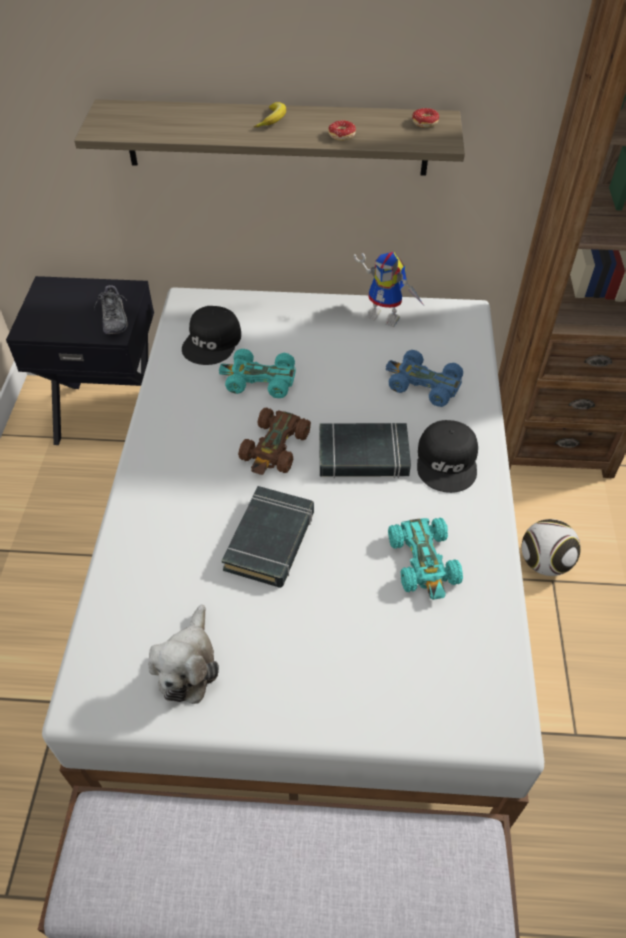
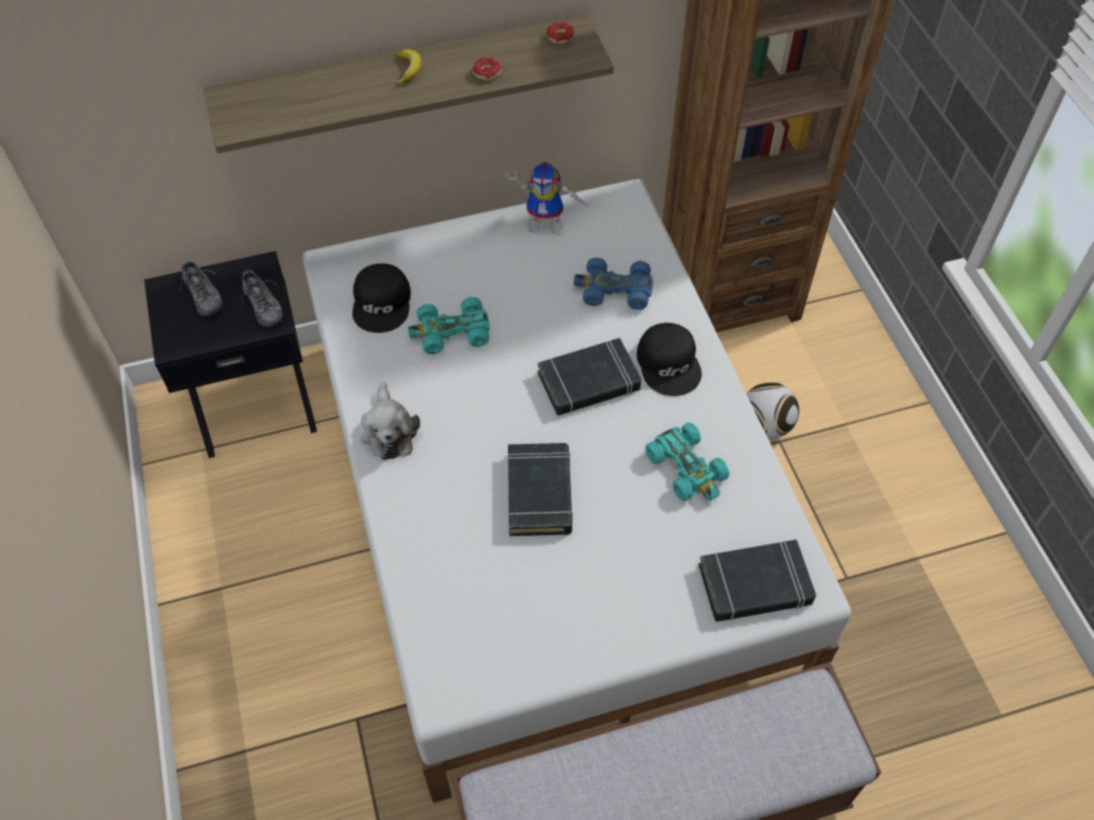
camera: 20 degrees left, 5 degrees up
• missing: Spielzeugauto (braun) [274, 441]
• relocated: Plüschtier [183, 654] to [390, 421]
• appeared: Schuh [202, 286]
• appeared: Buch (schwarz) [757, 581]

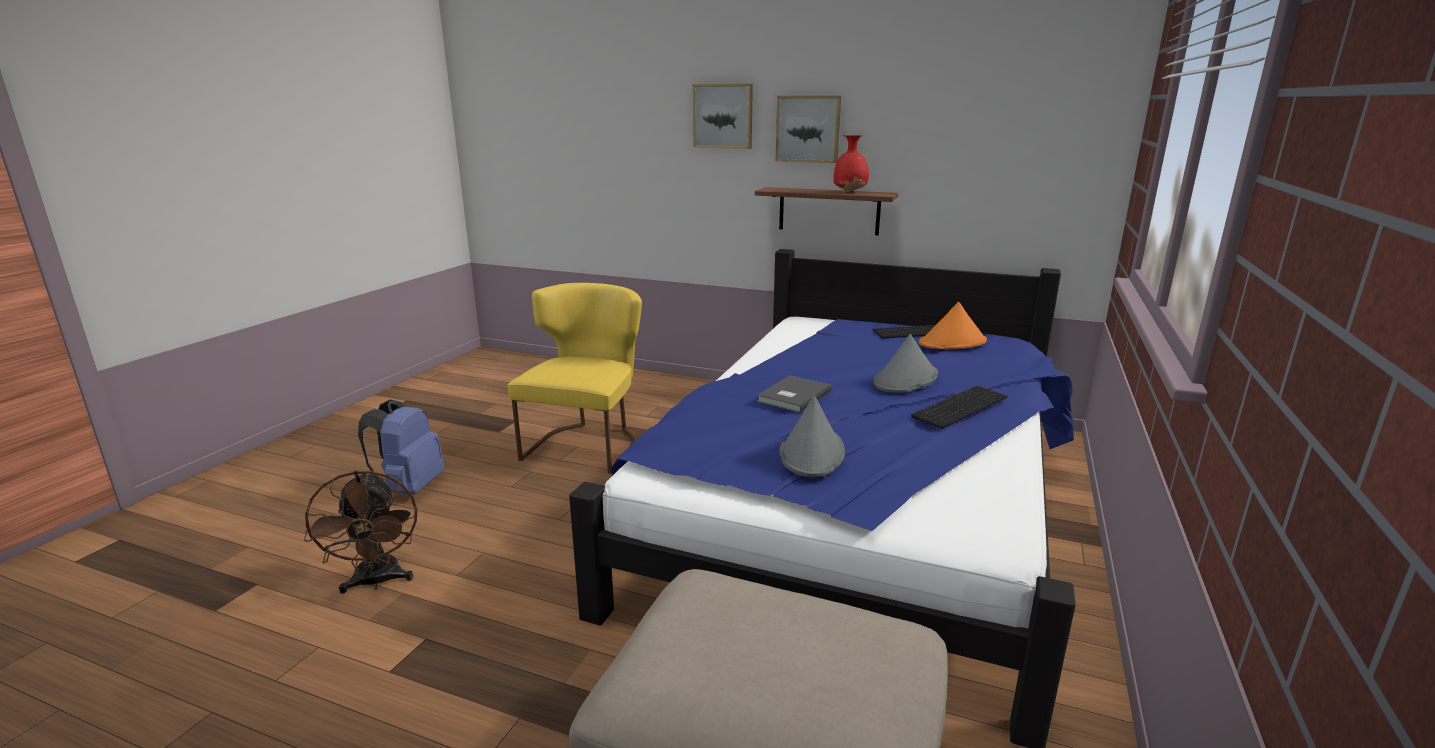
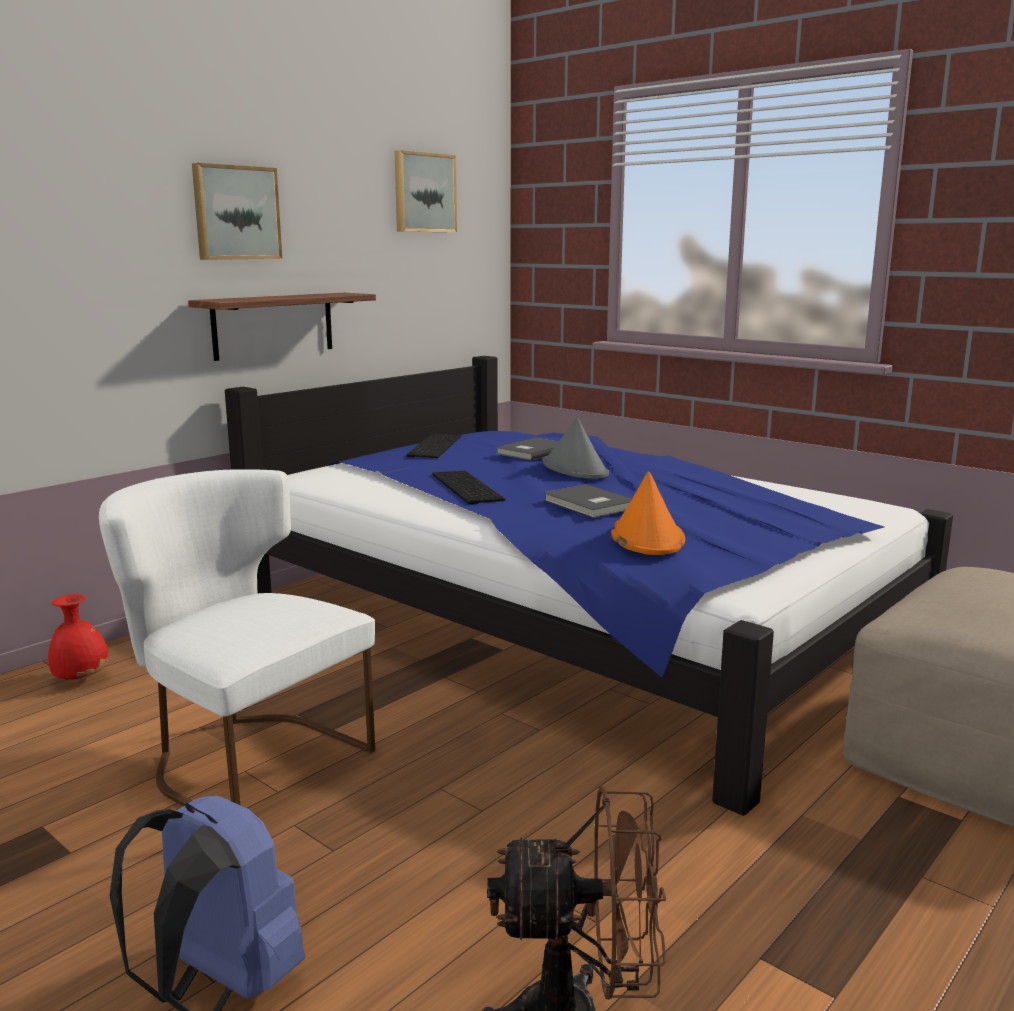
camera: 70 degrees left, 5 degrees down
• relocated: Bild [723, 116] to [425, 191]
• relocated: Vase (rot) [851, 164] to [78, 638]
• colour: Stuhl (gelb) [574, 378] to Stuhl (weiß) [237, 637]
• relocated: Hut (orange) [953, 325] to [648, 513]
• relocated: Tastatur [959, 407] to [468, 487]
• missing: Hut (grau) [812, 436]
• appeared: Buch (grau) [527, 449]

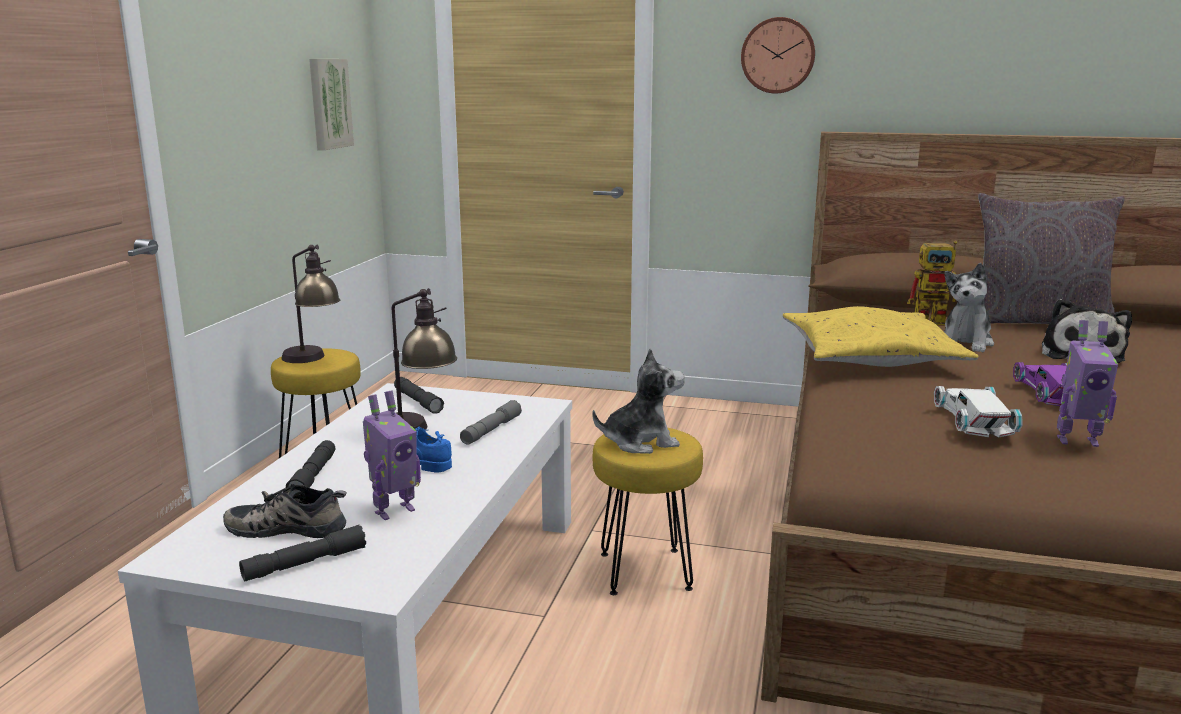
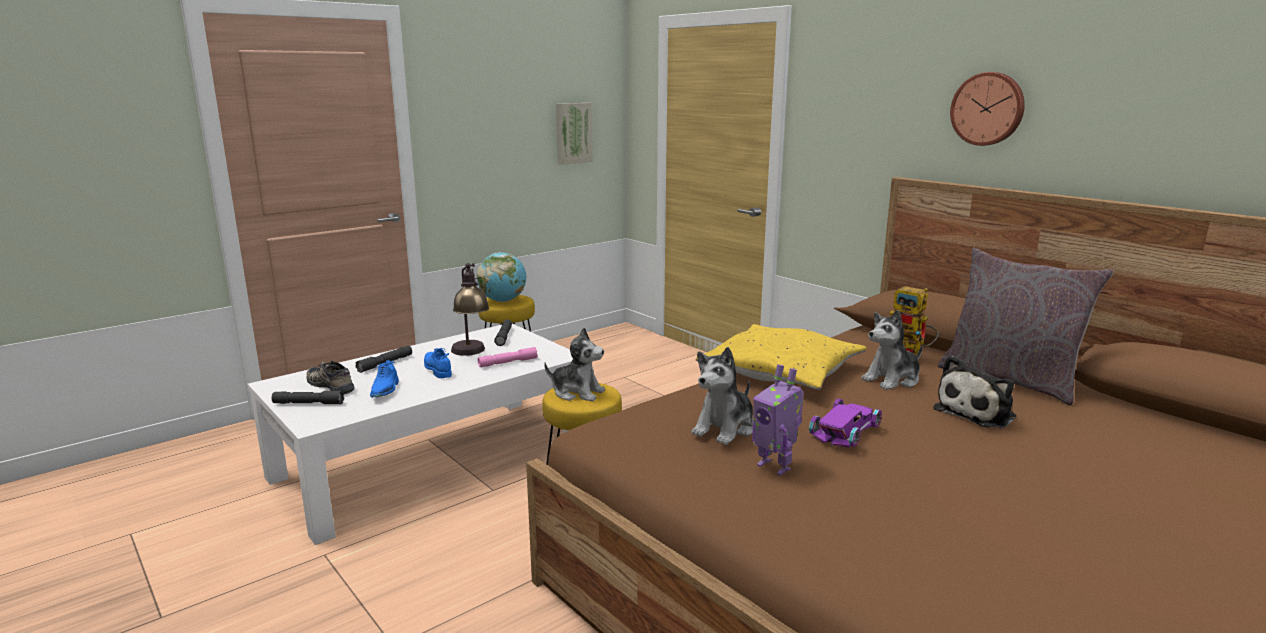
camera: 35 degrees right, 0 degrees up
• relocated: Wanduhr [778, 55] to [987, 109]
• exchanged: Tischlampe [310, 304] to Globus [501, 277]
• exchanged: Spielzeugauto (weiß) [978, 411] to Plüschtier [722, 396]
• exchanged: Spielzeugroboter [392, 455] to Schuh (blau) [384, 379]
• colour: Taschenlampe (grau) [491, 422] to Taschenlampe (rosa) [508, 357]

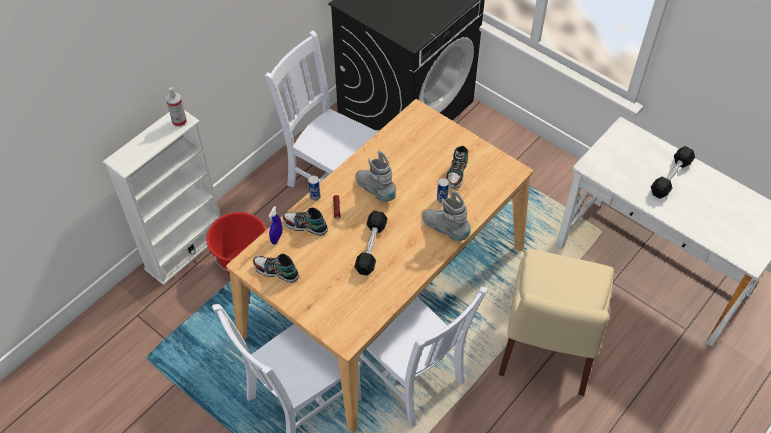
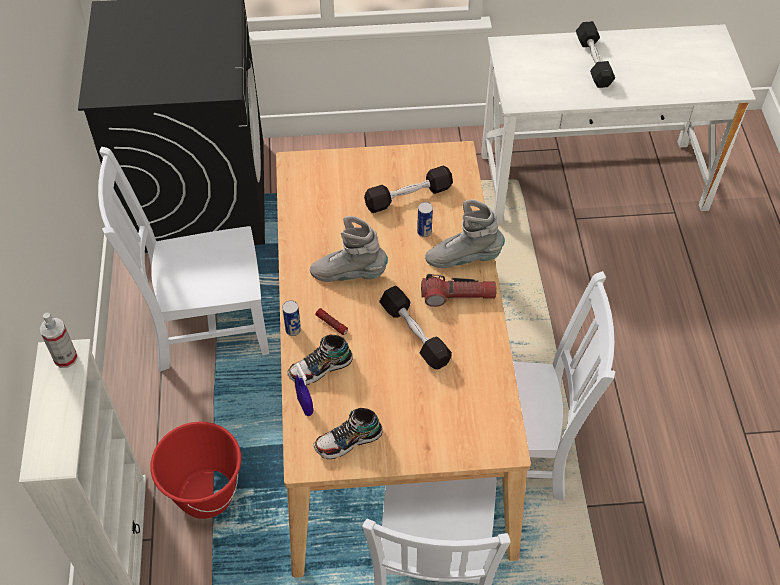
camera: 45 degrees left, 0 degrees up
• exchanged: Schuh [457, 167] to Hantel (schwarz) [408, 189]
• missing: Stuhl (beige) [556, 322]
• appeared: Taschenlampe [458, 290]

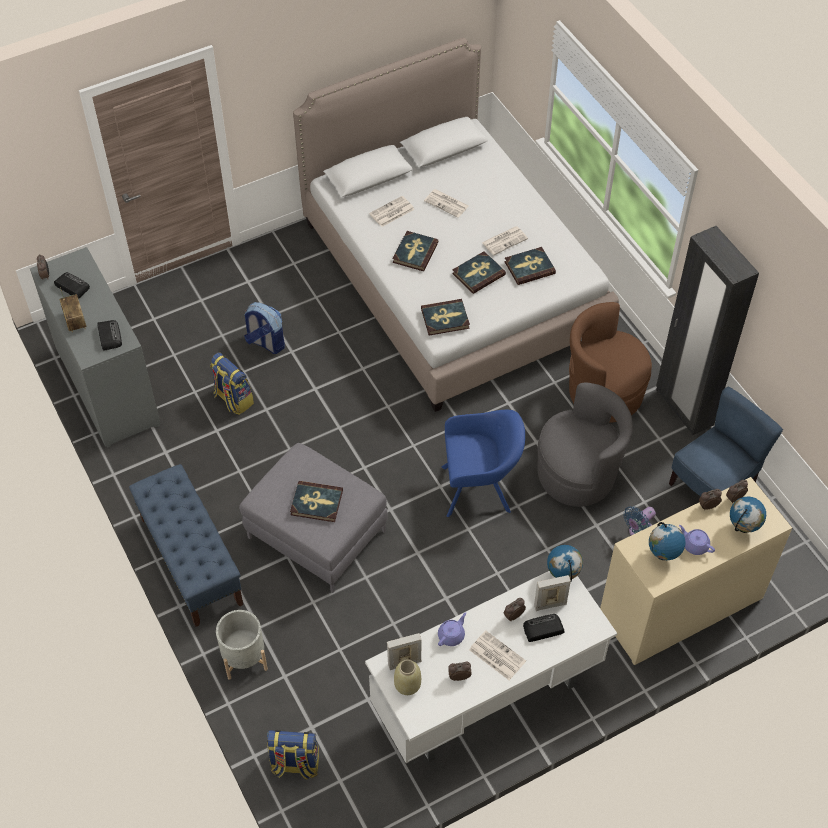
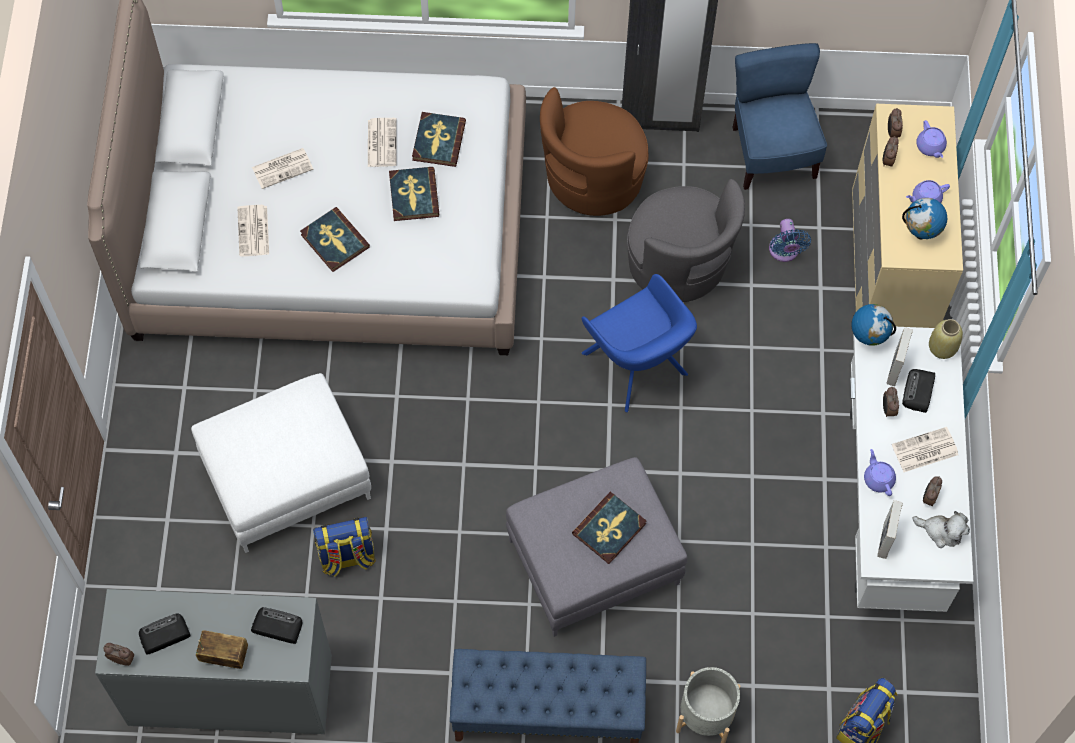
camera: 60 degrees left, 10 degrees up
• missing: Buch [445, 317]
• exchanged: Rucksack [264, 328] to Polsterhocker (weiß) [281, 463]
• spun: Sessel (grau) [585, 444] = [686, 240] 120 degrees clockwise
• spun: Sessel (blau) [483, 463] = [639, 343] 120 degrees clockwise
• exchanged: Globus [748, 515] to Teekanne (lila) [931, 139]
• relocated: Vase (beige) [407, 677] to [946, 339]
• appeared: Plüschtier [941, 529]

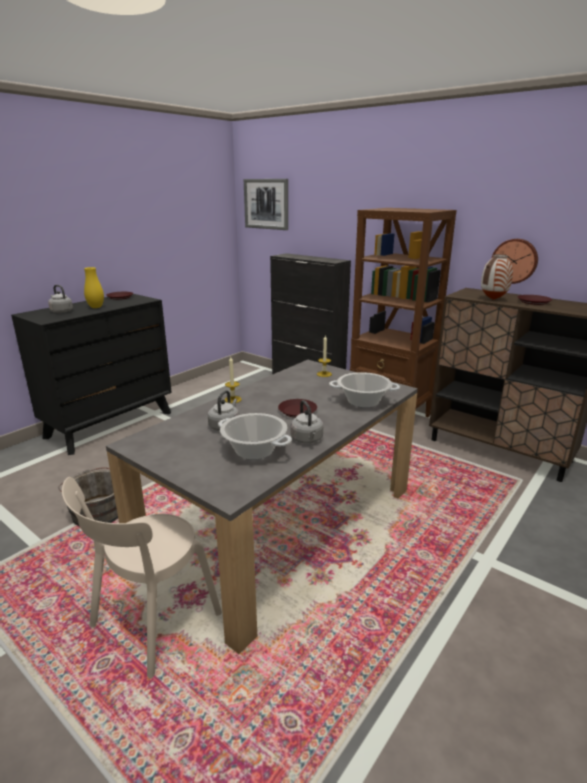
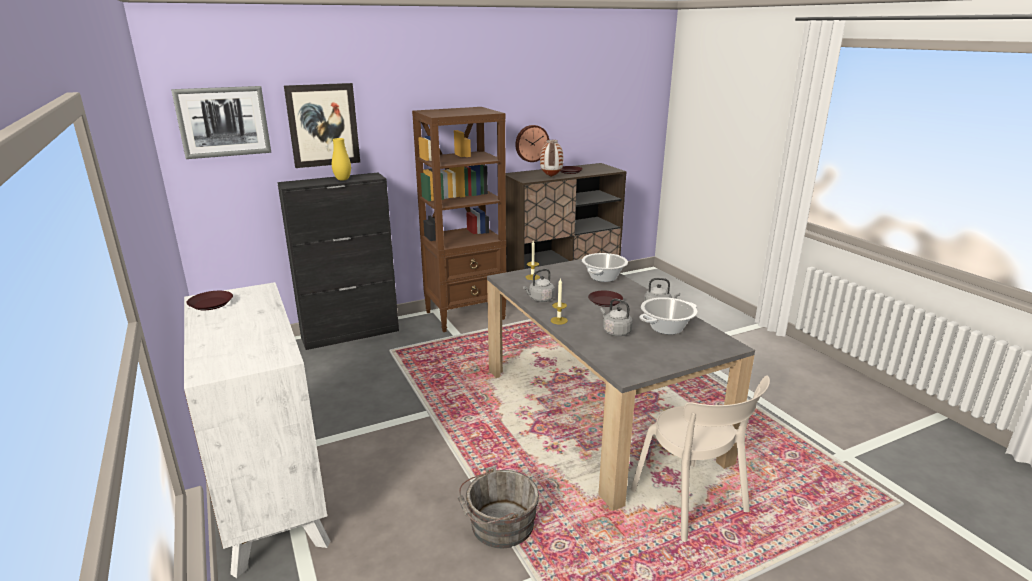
camera: 65 degrees left, 0 degrees up
• relocated: Vase (gelb) [94, 287] to [341, 159]
• relocated: Wasserkessel (grau) [60, 299] to [539, 285]
• colour: Kommode (schwarz) [91, 374] to Kommode (weiß) [257, 430]
• appeared: Bild [322, 125]

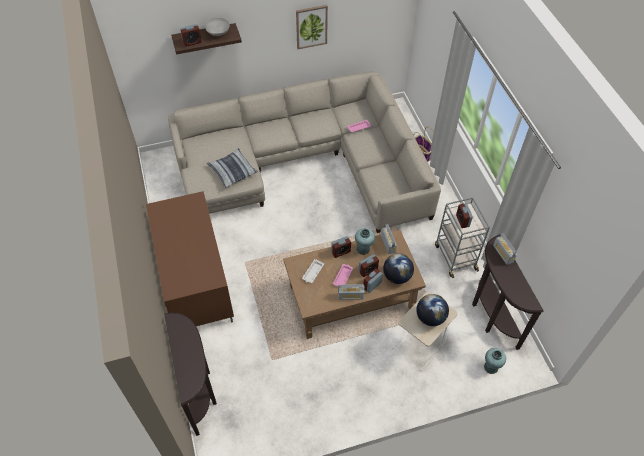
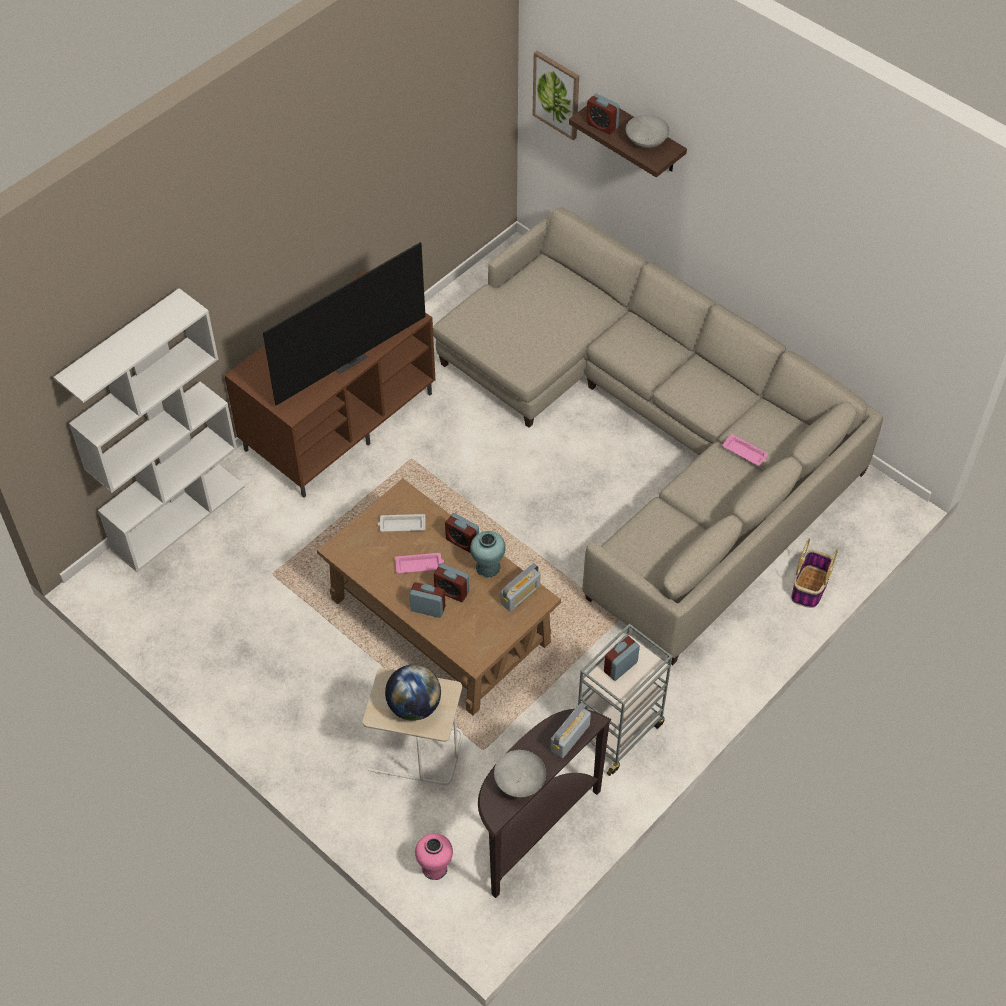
camera: 60 degrees right, 0 degrees up
• relocated: Bild [312, 27] to [556, 95]
• missing: Kissen [232, 168]
• missing: Globus [398, 268]
• missing: Radio [351, 292]
• exchanged: Konsolentisch (braun) [190, 374] to Bücherregal (weiß) [149, 430]
• colour: Vase (türkis) [495, 361] to Vase (rosa) [434, 856]
• appeared: Fernseher [344, 324]
• appeared: Schüssel (grau) [520, 774]

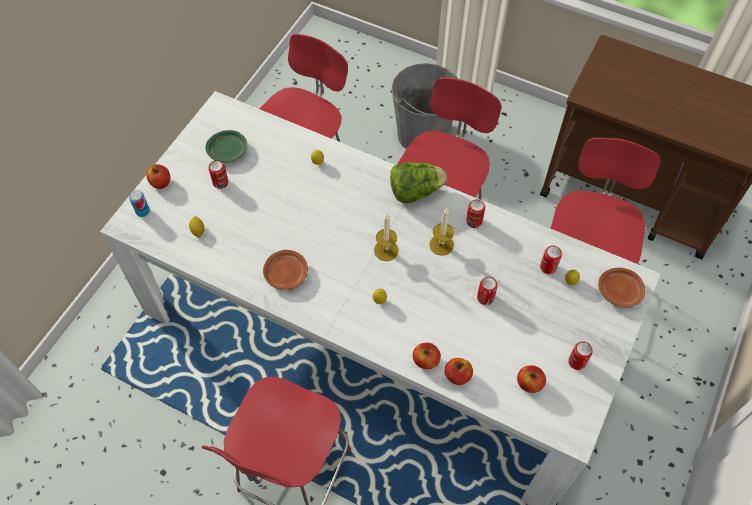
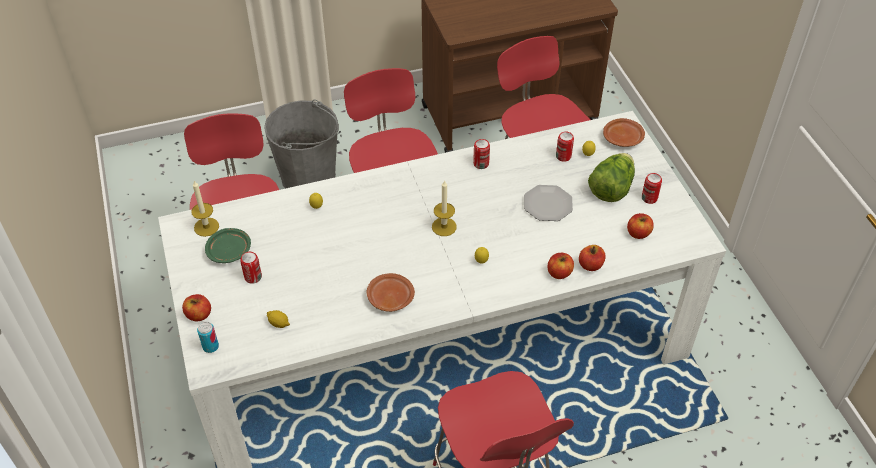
camera: 45 degrees left, 10 degrees down
• relocated: Salatkopf [418, 182] to [611, 177]
• relocated: Kerze [441, 232] to [205, 209]
• exchanged: Dose [487, 291] to Teller [548, 203]

